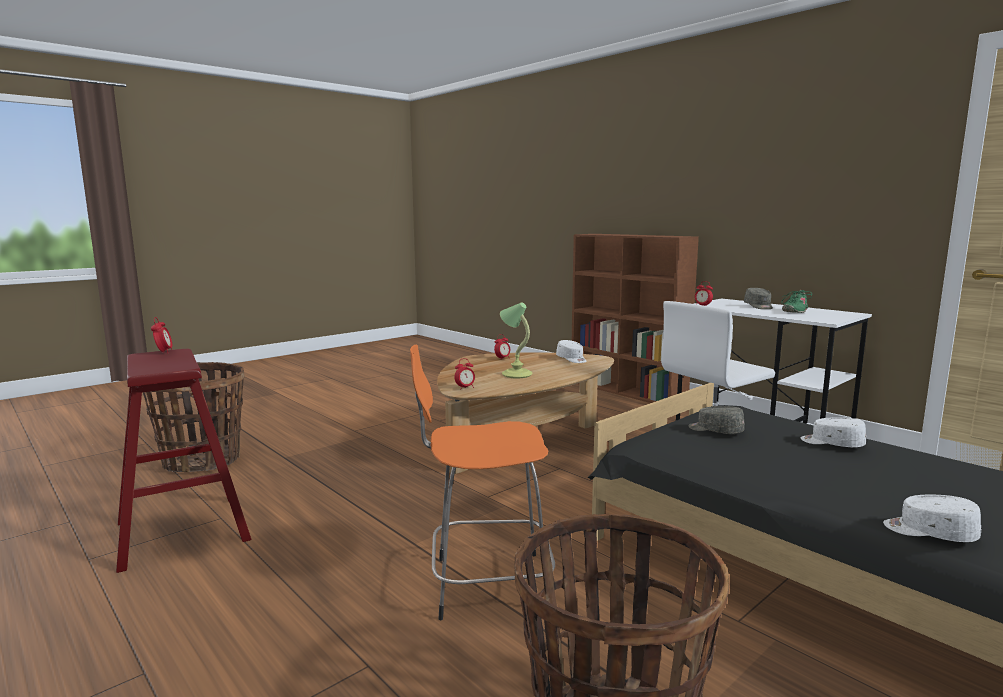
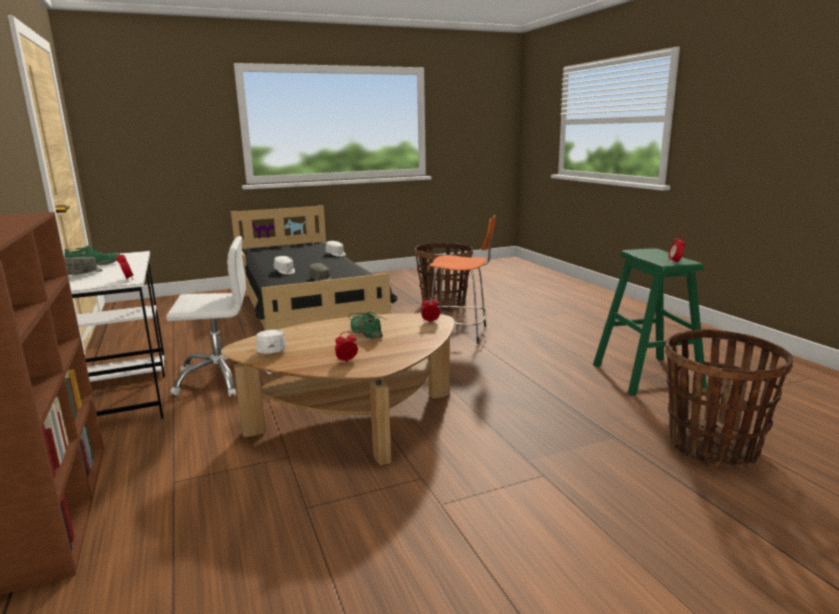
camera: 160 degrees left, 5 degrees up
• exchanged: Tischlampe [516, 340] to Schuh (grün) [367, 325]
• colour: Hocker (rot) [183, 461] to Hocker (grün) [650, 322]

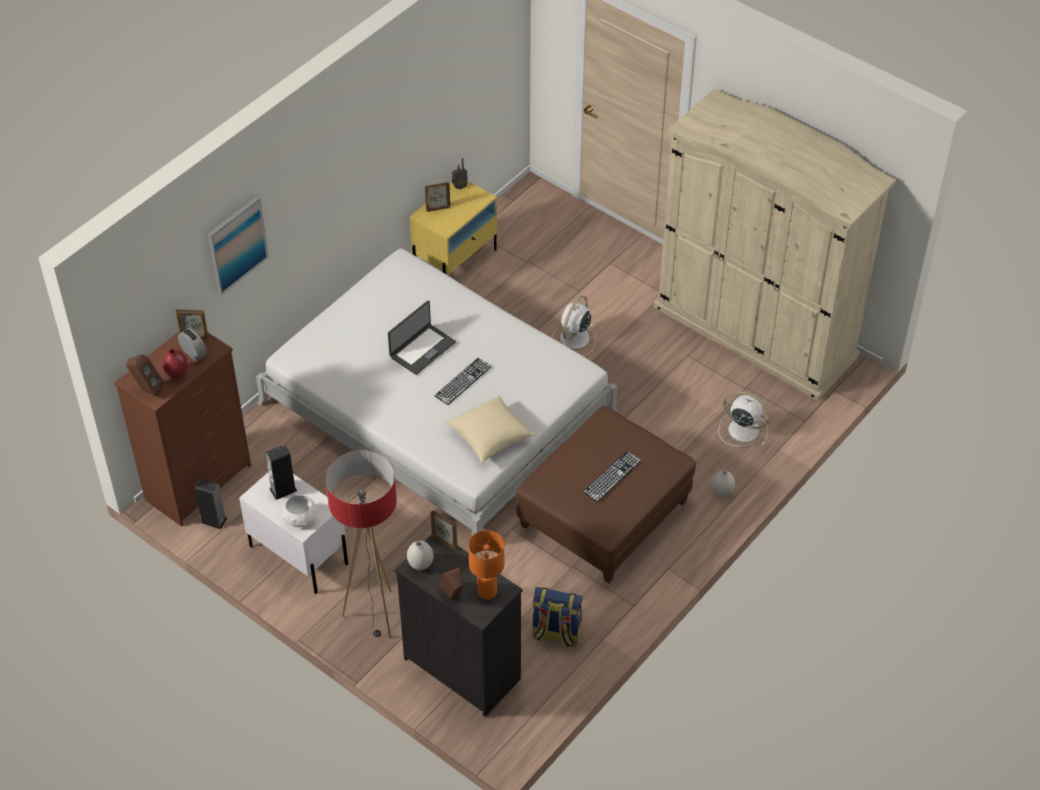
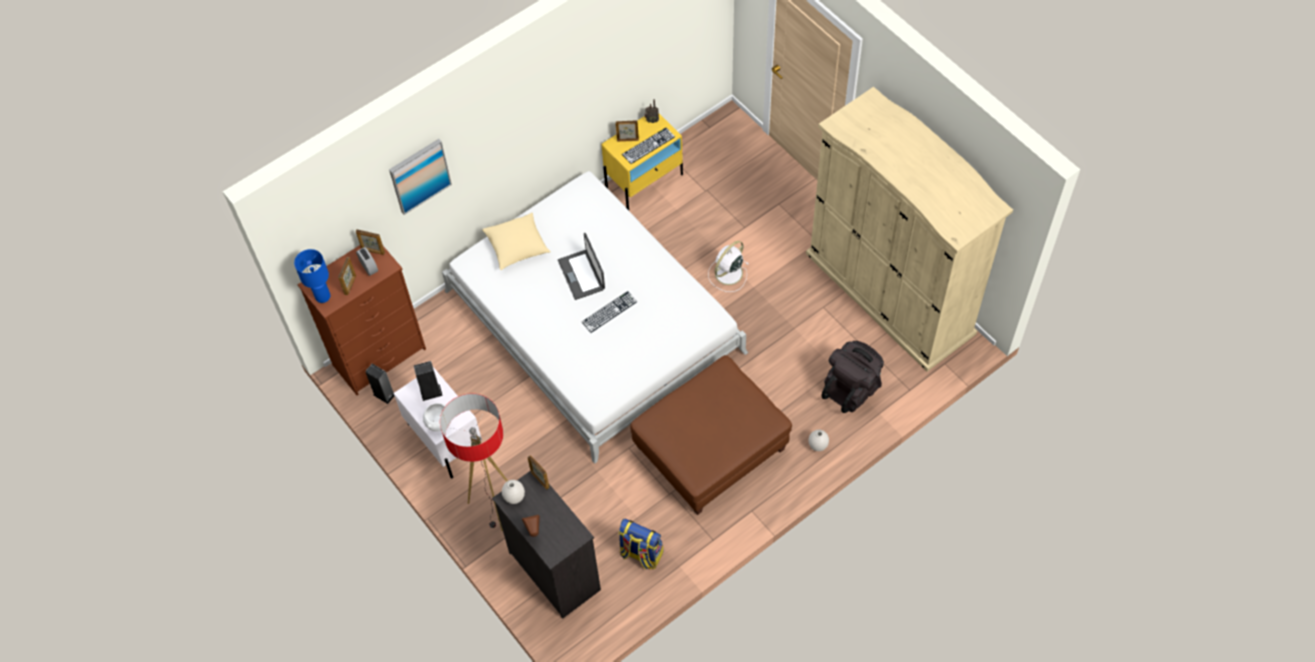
camera: 15 degrees right, 10 degrees up
• spun: Laptop [422, 337] = [581, 266] 105 degrees clockwise
• exchanged: Vase (rot) [175, 363] to Bilderrahmen [347, 276]
• exchanged: Lautsprecher (braun) [145, 375] to Tischlampe (blau) [312, 276]
• exchanged: Ventilator (weiß) [744, 419] to Rucksack (schwarz) [853, 377]
• relocated: Kissen (beige) [490, 429] to [516, 241]
• relocated: Tastatur [612, 476] to [648, 146]
• missing: Tischlampe (orange) [486, 565]

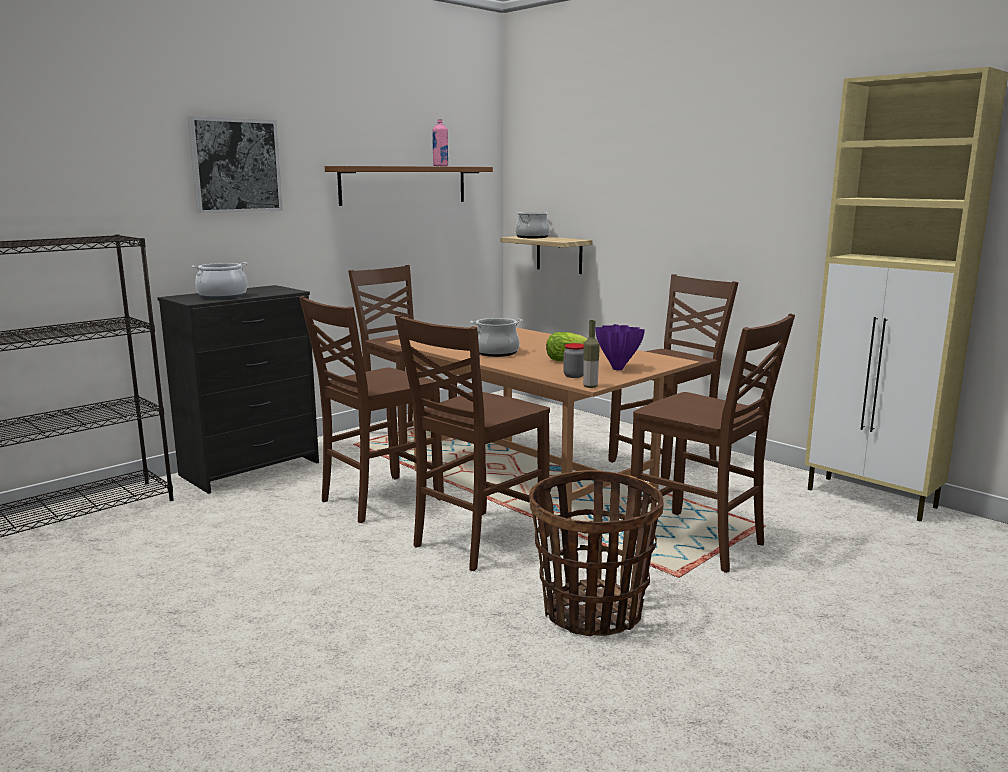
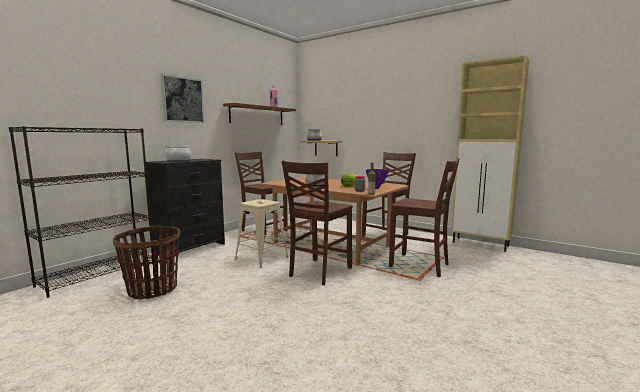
camera: 10 degrees left, 5 degrees down
• exchanged: Stuhl (braun) [372, 409] to Hocker (beige) [261, 233]
• relocated: Korb [596, 553] to [146, 262]

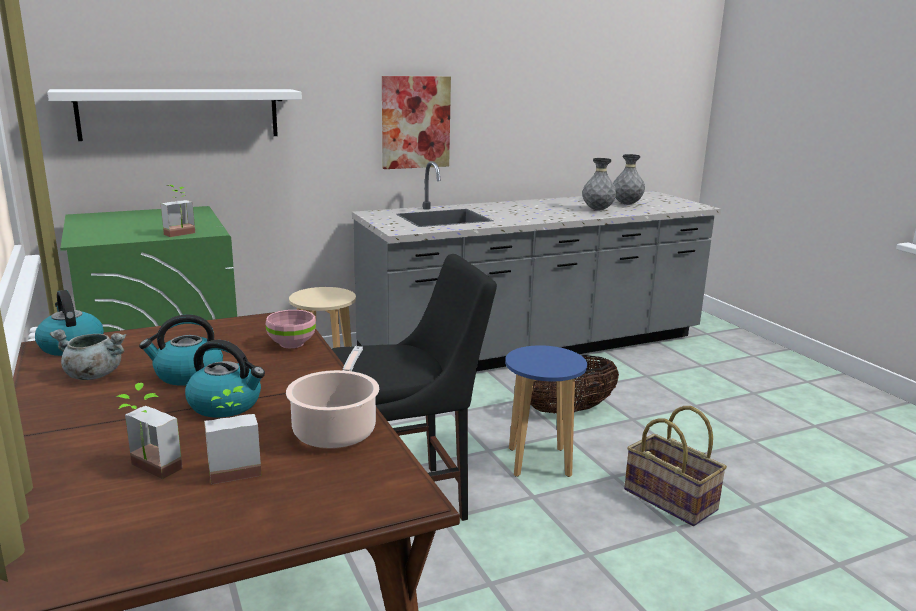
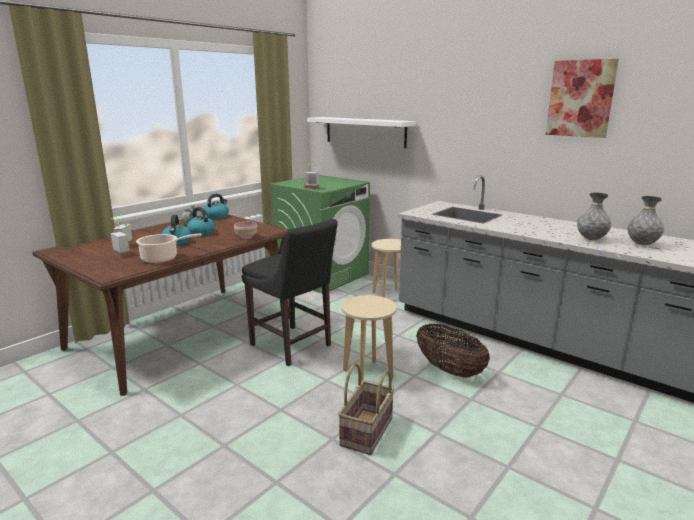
camera: 65 degrees right, 0 degrees up
• relocated: Bild [416, 122] to [582, 98]
• colour: Hocker (blau) [546, 411] to Hocker (beige) [369, 338]

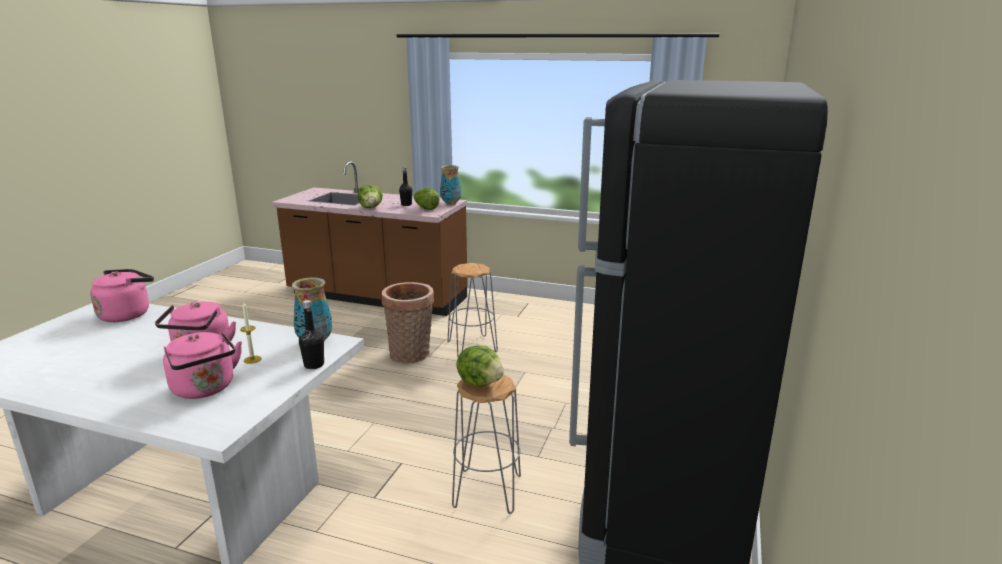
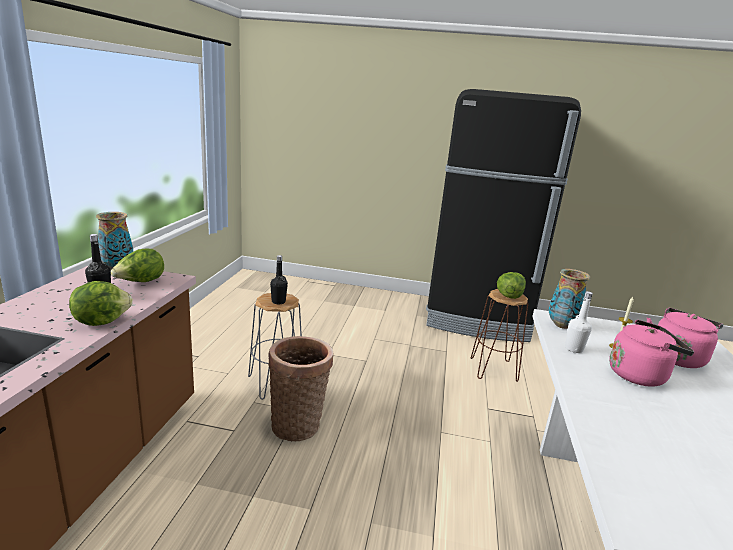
camera: 100 degrees left, 0 degrees up
• missing: Wasserkessel (rosa) [122, 295]
• relocated: Flasche (schwarz) [311, 334] to [279, 279]
• colour: Hocker (grau) [486, 444] to Hocker (braun) [499, 335]
• appeared: Flasche (weiß) [579, 322]

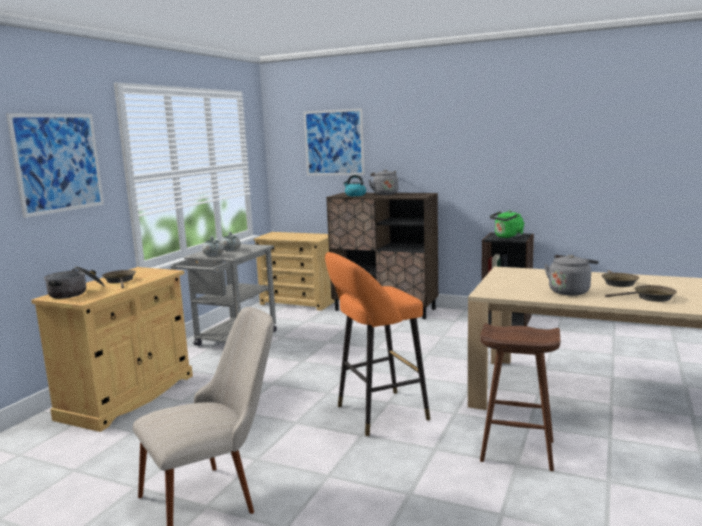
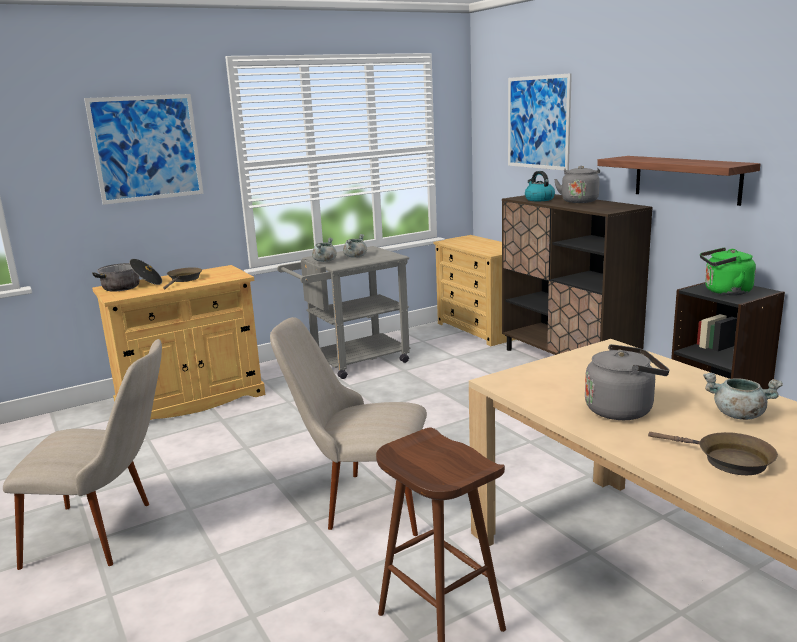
camera: 35 degrees right, 5 degrees up
• exchanged: Hocker (orange) [377, 344] to Stuhl (beige) [348, 426]
• exchanged: Pfanne (braun) [620, 278] to Kochtopf (grau) [743, 396]
• appeared: Wandregal [678, 181]

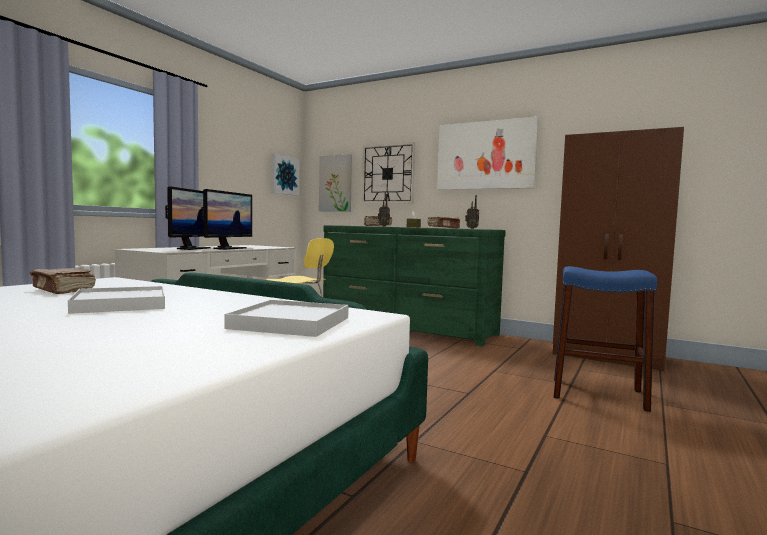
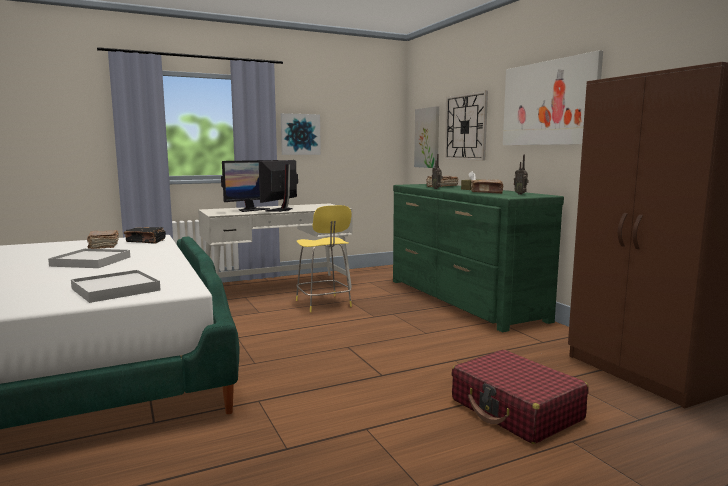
camera: 35 degrees right, 5 degrees up
• relocated: Bild [285, 175] to [301, 134]
• spun: Monitor [226, 219] = [278, 186] 150 degrees clockwise
• exchanged: Hocker (blau) [605, 339] to Koffer (rot) [519, 396]
• appeared: Buch (schwarz) [145, 235]

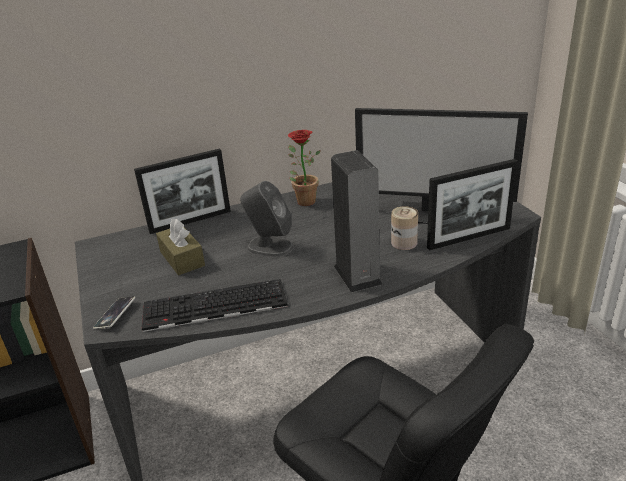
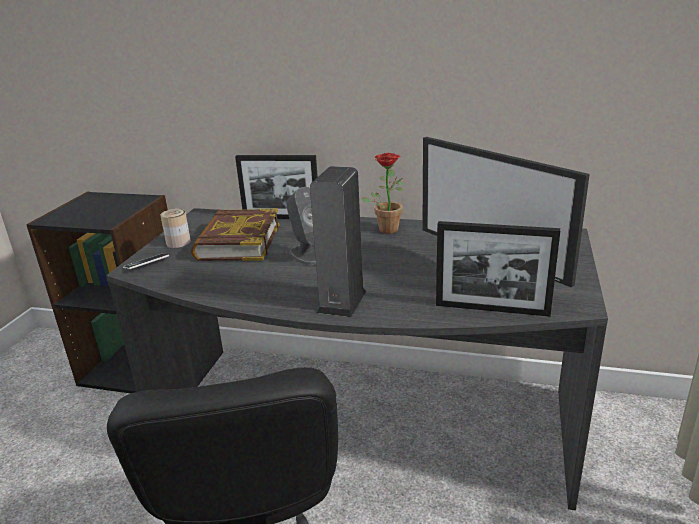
camera: 35 degrees right, 5 degrees down
• relocated: Dose [404, 228] to [175, 228]
• exchanged: Taschentuchbox (braun) [180, 247] to Buch [235, 235]
• missing: Tastatur [215, 305]

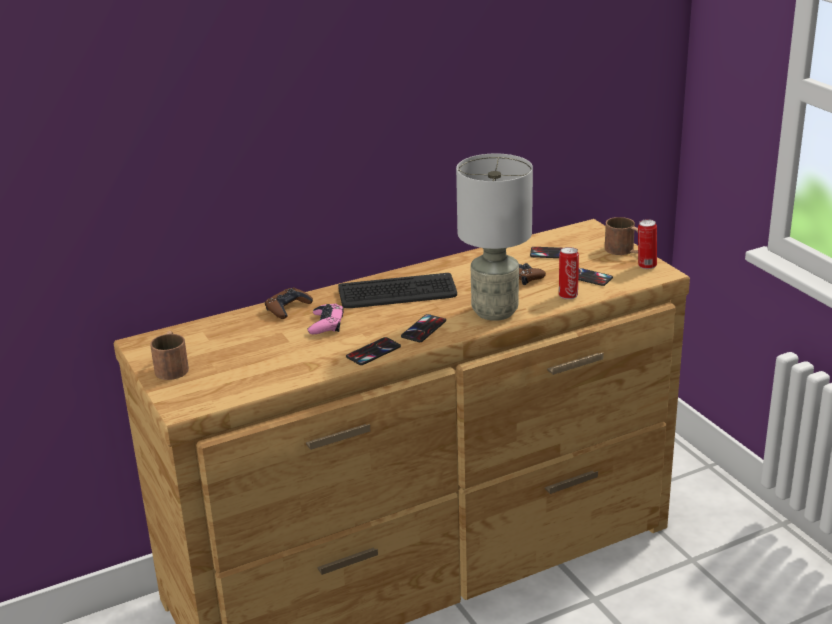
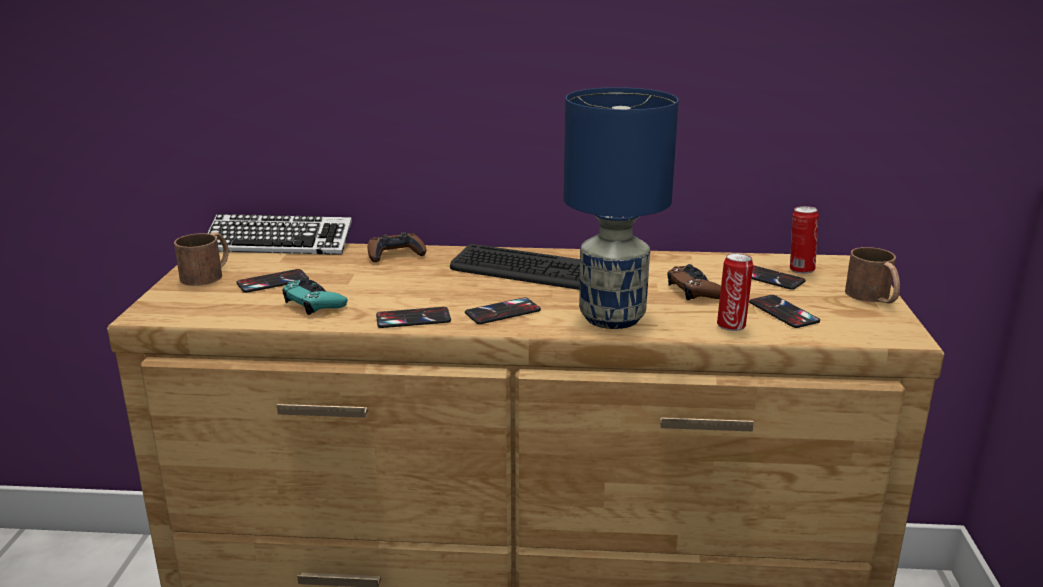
camera: 30 degrees right, 5 degrees down
• colour: Tischlampe (grau) [494, 237] to Tischlampe (blau) [621, 208]
• relocated: Dose [647, 244] to [804, 240]
• missing: Gamepad (rosa) [326, 319]
• appeared: Tastatur [279, 234]
• appeared: Handy [272, 281]
• appeared: Gamepad (türkis) [315, 296]

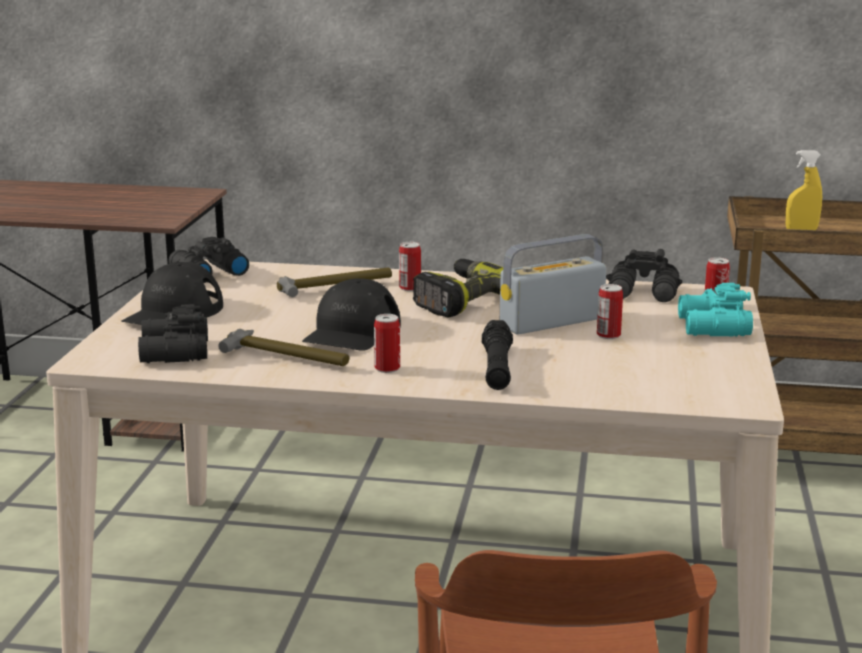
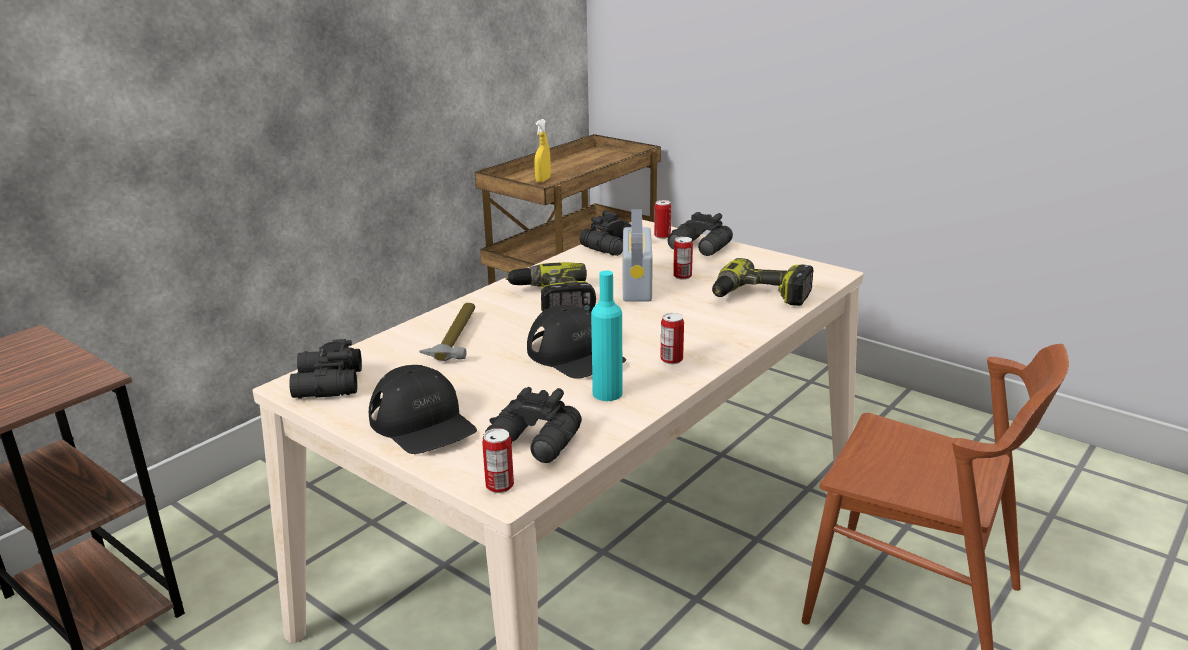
camera: 60 degrees left, 5 degrees up
• relocated: Dose [410, 266] to [498, 460]
• colour: Fernglas (türkis) [715, 309] to Fernglas (schwarz) [700, 234]
• missing: Taschenlampe (schwarz) [497, 355]
• exchanged: Hammer [283, 347] to Flasche (türkis) [607, 335]
• appeared: Bohrmaschine [763, 282]

